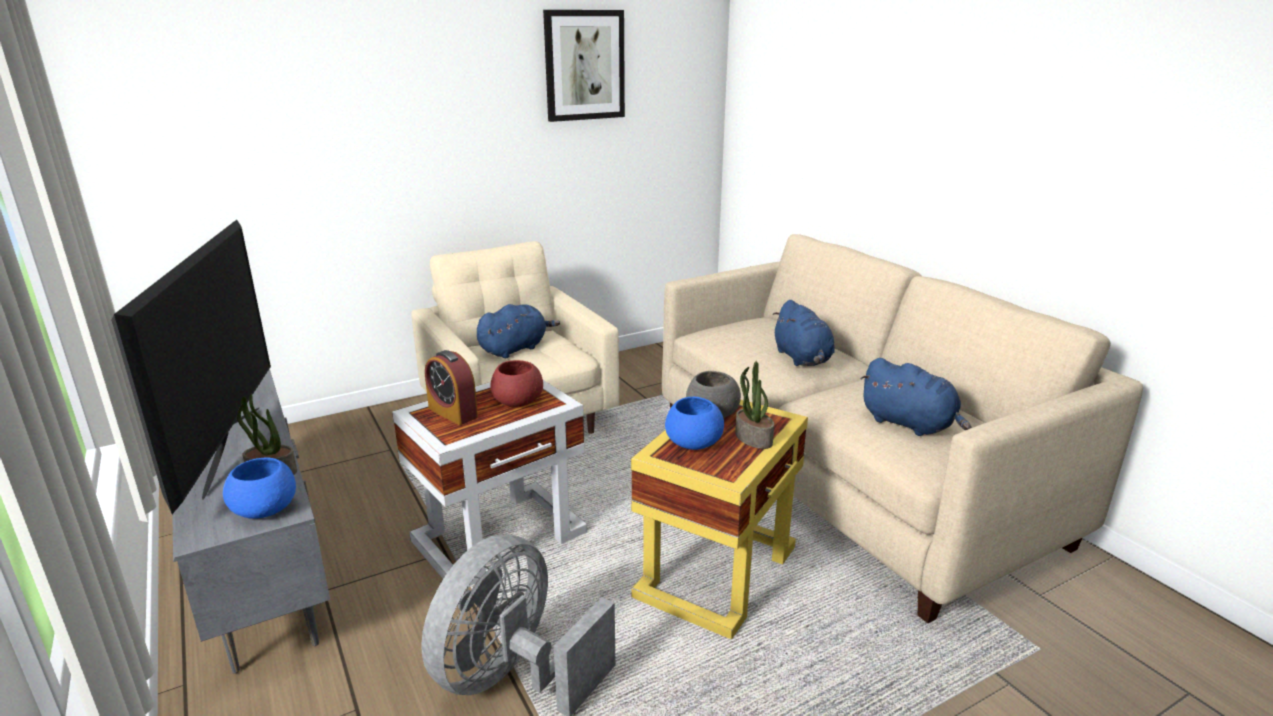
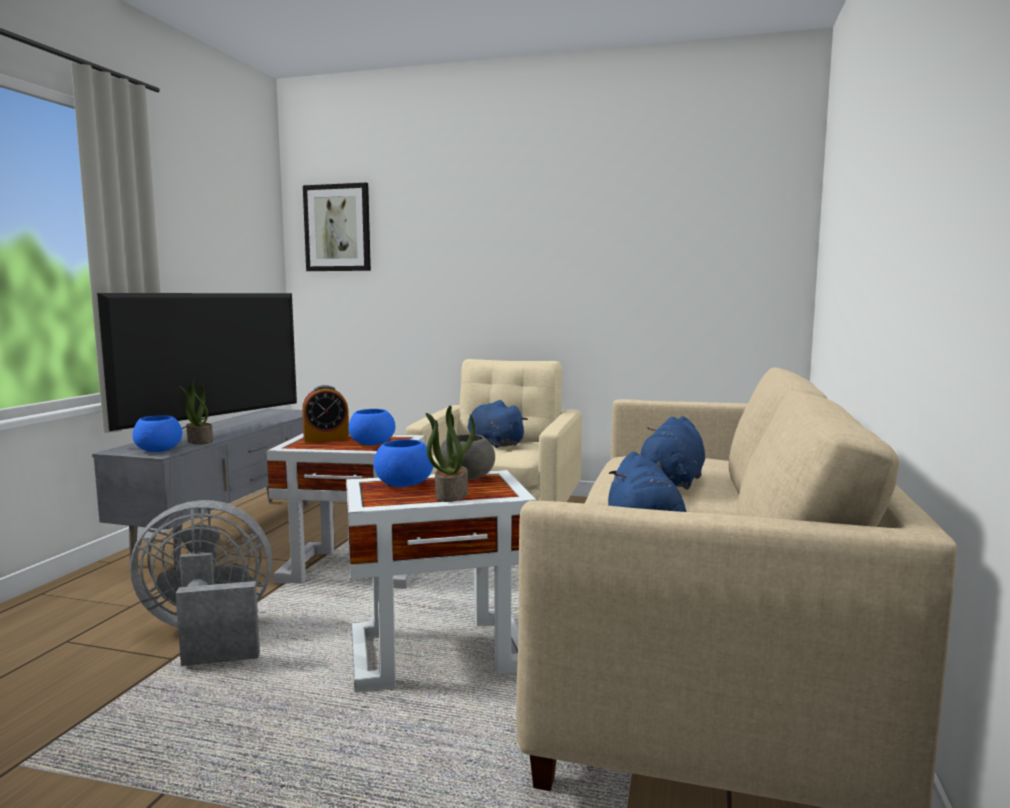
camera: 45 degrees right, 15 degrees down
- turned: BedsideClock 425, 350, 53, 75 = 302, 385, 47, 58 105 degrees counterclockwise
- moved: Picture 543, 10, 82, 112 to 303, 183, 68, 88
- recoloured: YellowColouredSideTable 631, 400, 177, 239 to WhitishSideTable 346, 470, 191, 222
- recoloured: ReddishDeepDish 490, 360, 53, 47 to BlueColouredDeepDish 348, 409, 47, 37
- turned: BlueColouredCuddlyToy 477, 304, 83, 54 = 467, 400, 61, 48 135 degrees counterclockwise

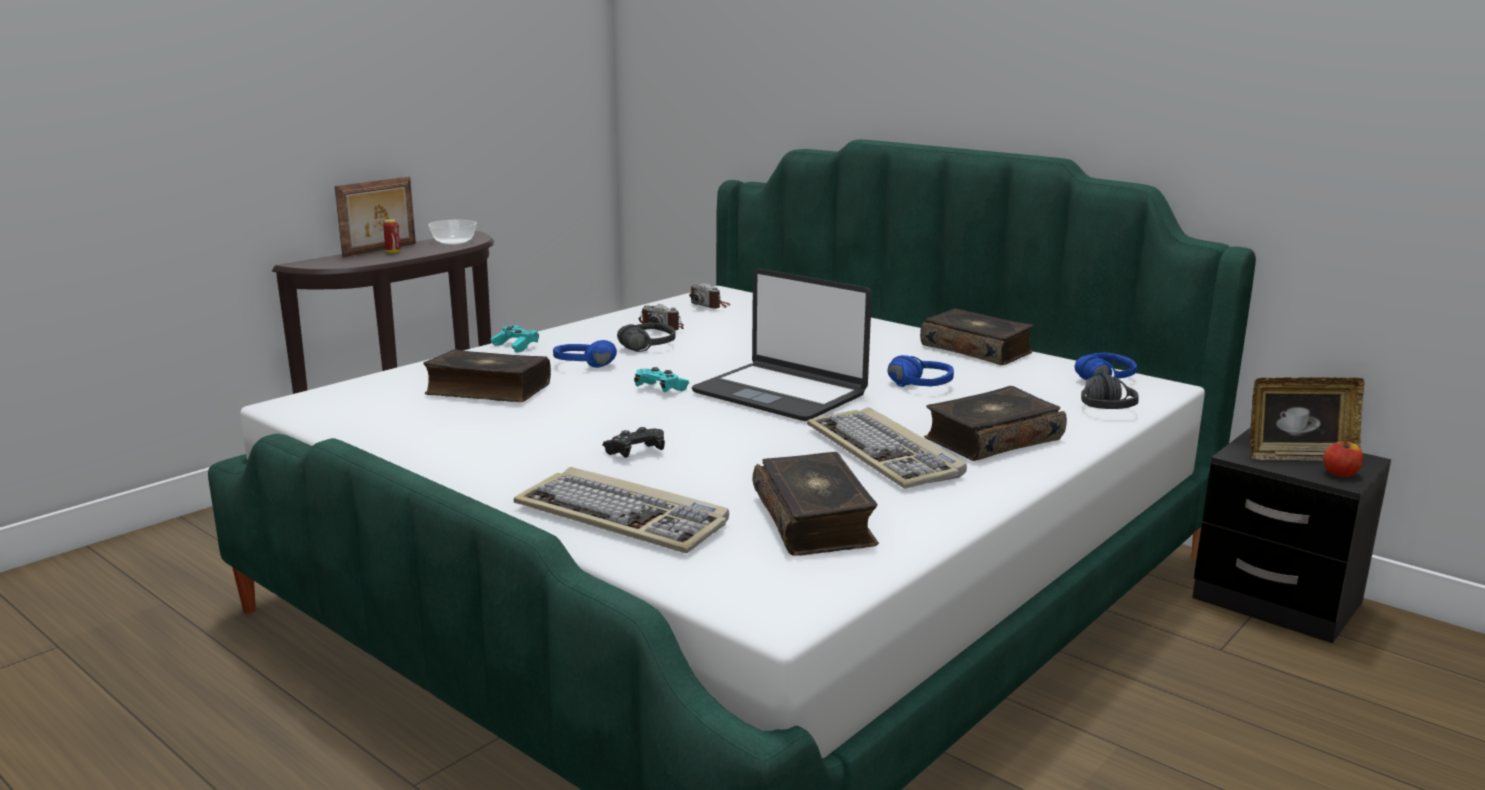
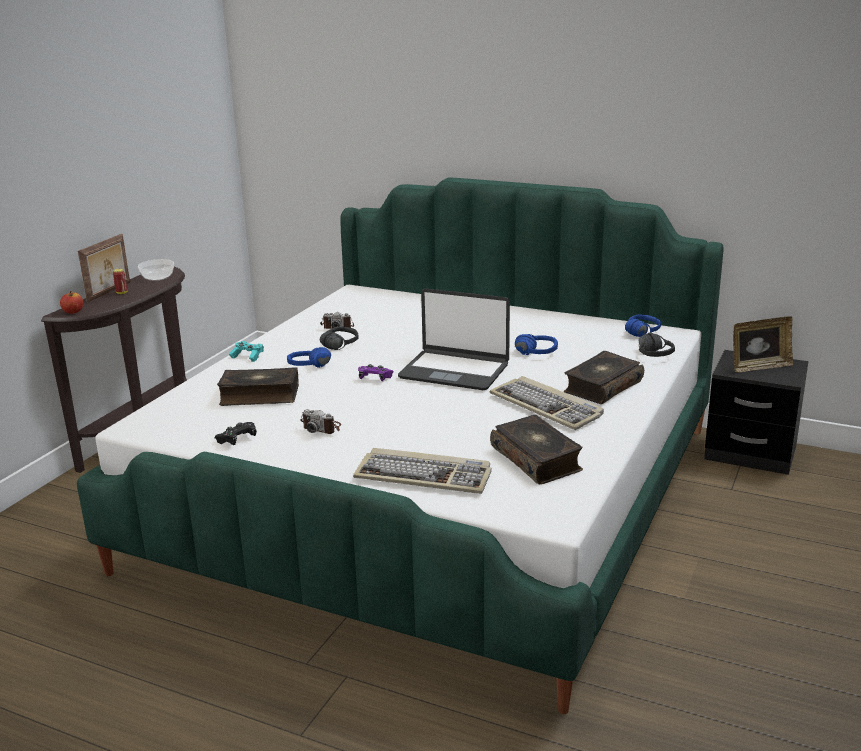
camera: 15 degrees left, 5 degrees up
- moved: AppleFruit 1323, 439, 40, 38 to 60, 291, 23, 23
- moved: BlackColouredGameController 602, 427, 63, 31 to 215, 422, 42, 23
- moved: StillCamera 689, 283, 42, 25 to 300, 409, 41, 25
- recoloured: TurquoiseGameController 634, 367, 55, 25 to PurpleGameController 358, 364, 35, 17
- removed: BoundBook 920, 308, 114, 57

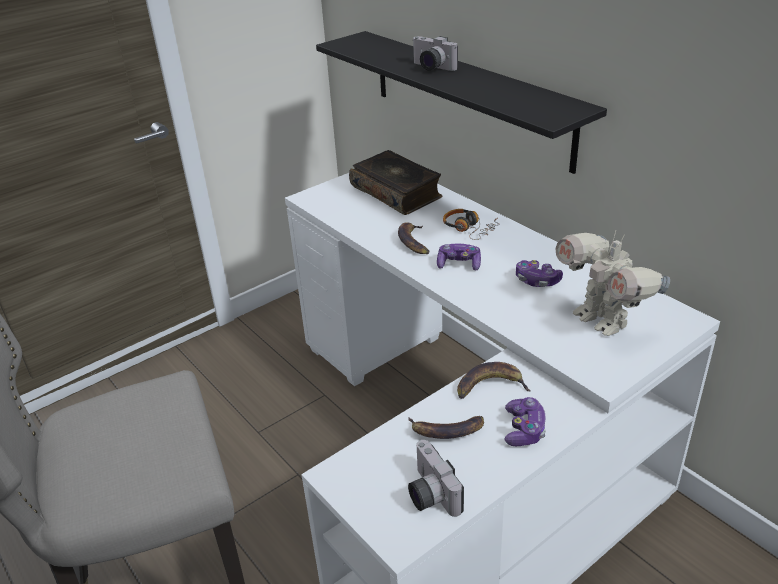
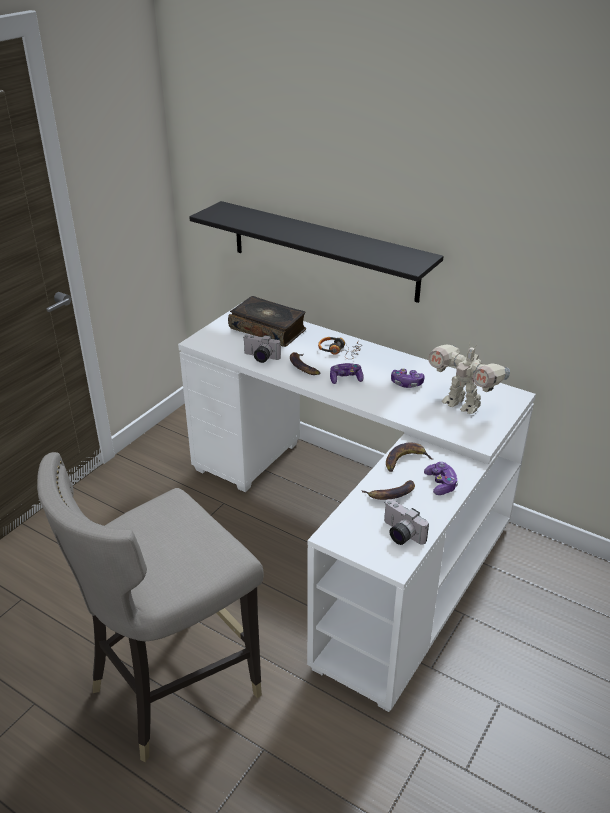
camera: 20 degrees left, 0 degrees up
- moved: StillCamera 412, 36, 46, 35 to 243, 334, 38, 29

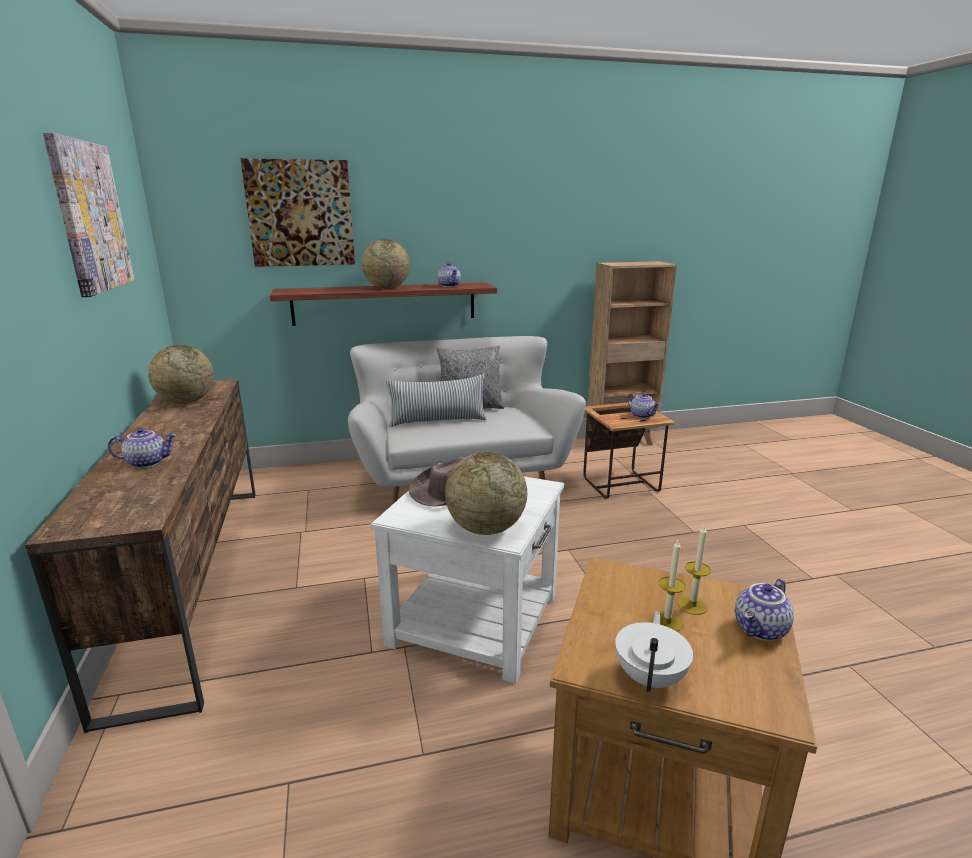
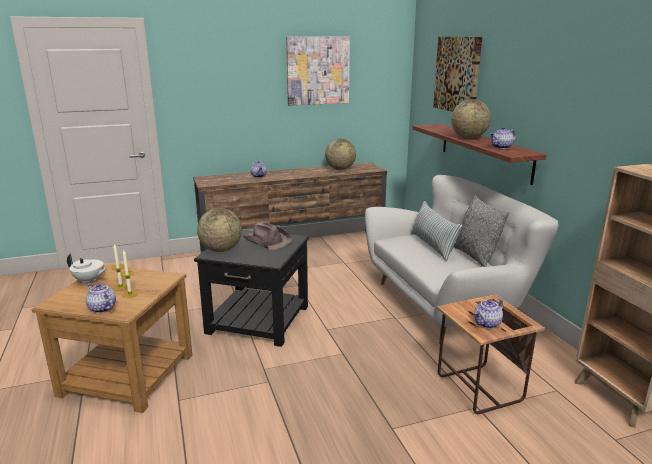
camera: 85 degrees right, 0 degrees up
- recoloured: WhitishSideTable 370, 463, 194, 221 to BlackColouredSideTable 194, 230, 115, 117

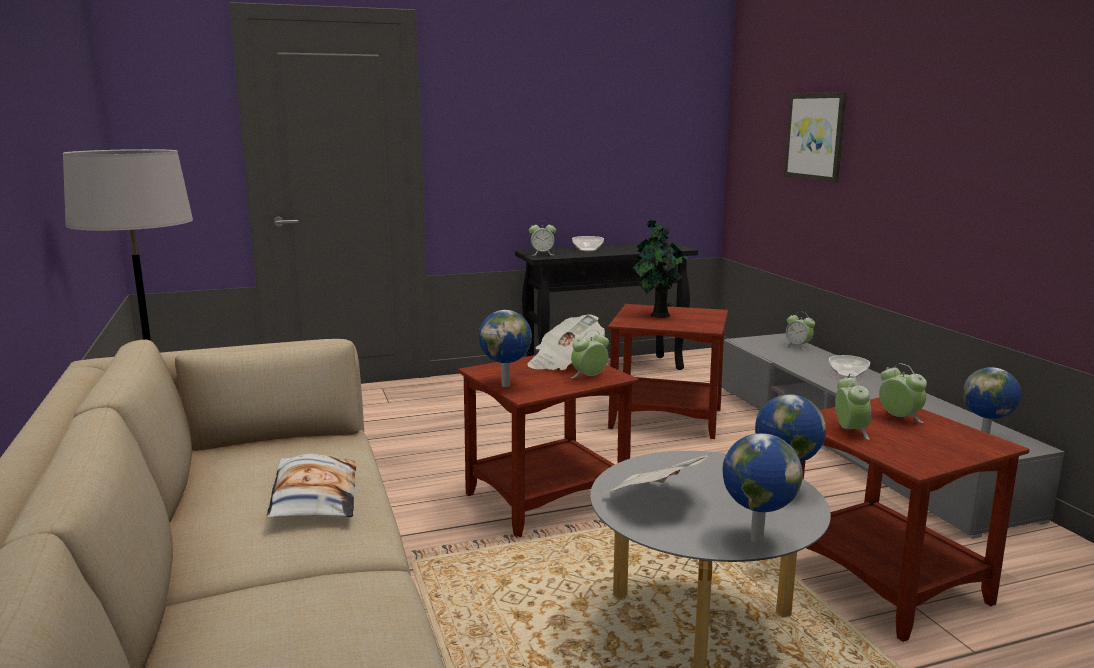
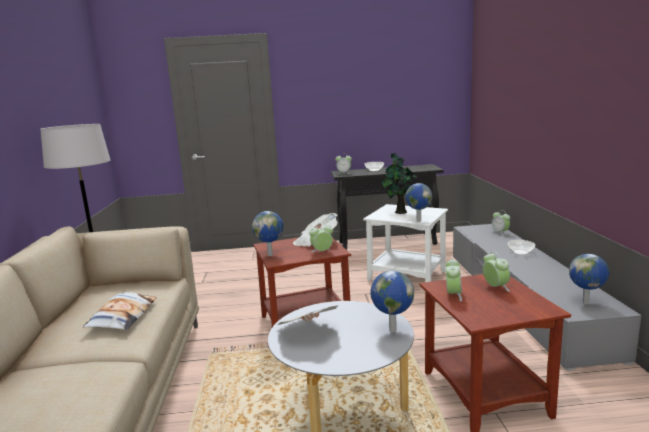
camera: 15 degrees right, 0 degrees up
- recoloured: BrownSideTable 608, 304, 120, 135 to WhitishSideTable 363, 204, 85, 78
- moved: DeskGlobe 722, 433, 81, 110 to 405, 183, 27, 39
- removed: Picture 784, 92, 63, 91

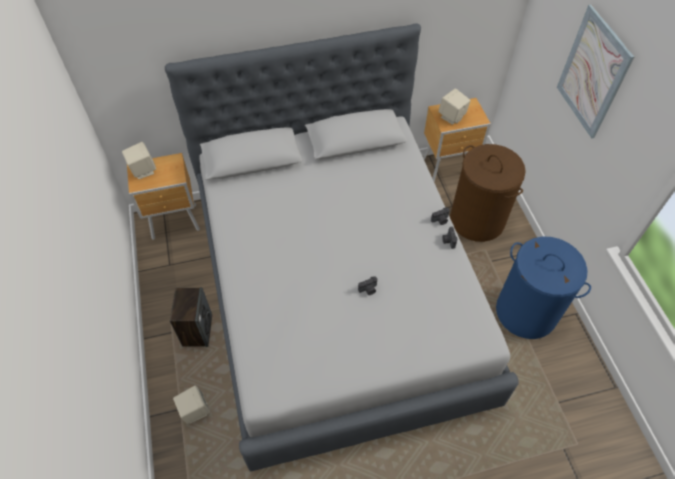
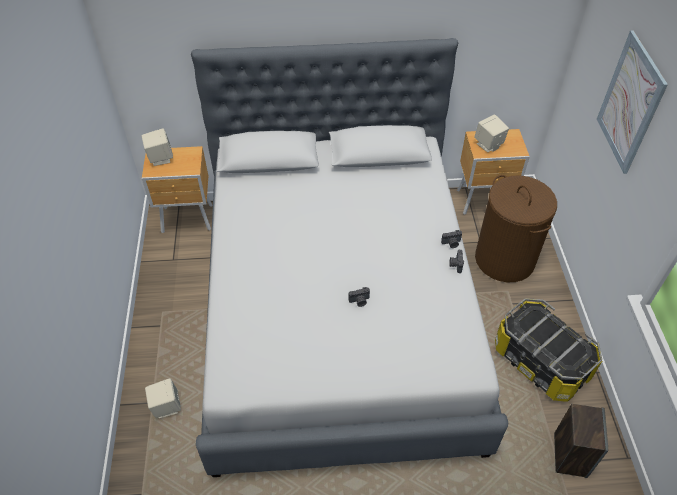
camera: 10 degrees right, 5 degrees down
- replaced: BlueColouredLaundryBasket 496, 237, 95, 102 to StorageBox 495, 298, 107, 104
- moved: AudioSpeaker 170, 287, 42, 60 to 554, 404, 54, 74

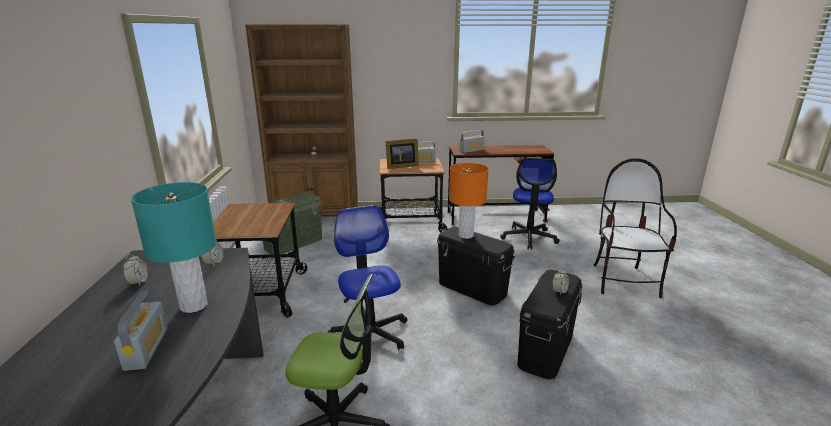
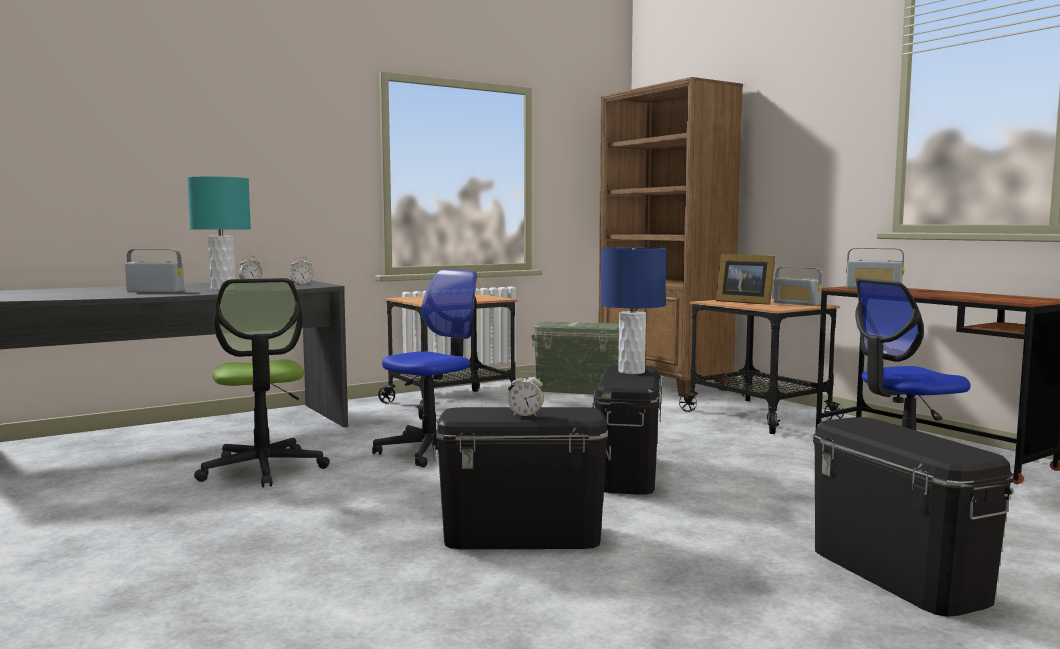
camera: 60 degrees right, 15 degrees down
- turned: RadioSet 114, 290, 54, 81 = 125, 249, 59, 43 135 degrees counterclockwise
- recoloured: OrangeColouredTableLamp 449, 163, 40, 76 to BlueColouredTableLamp 601, 247, 66, 127
- replaced: UprightChair 594, 158, 83, 140 to BlackColouredStorageBox 813, 417, 201, 200

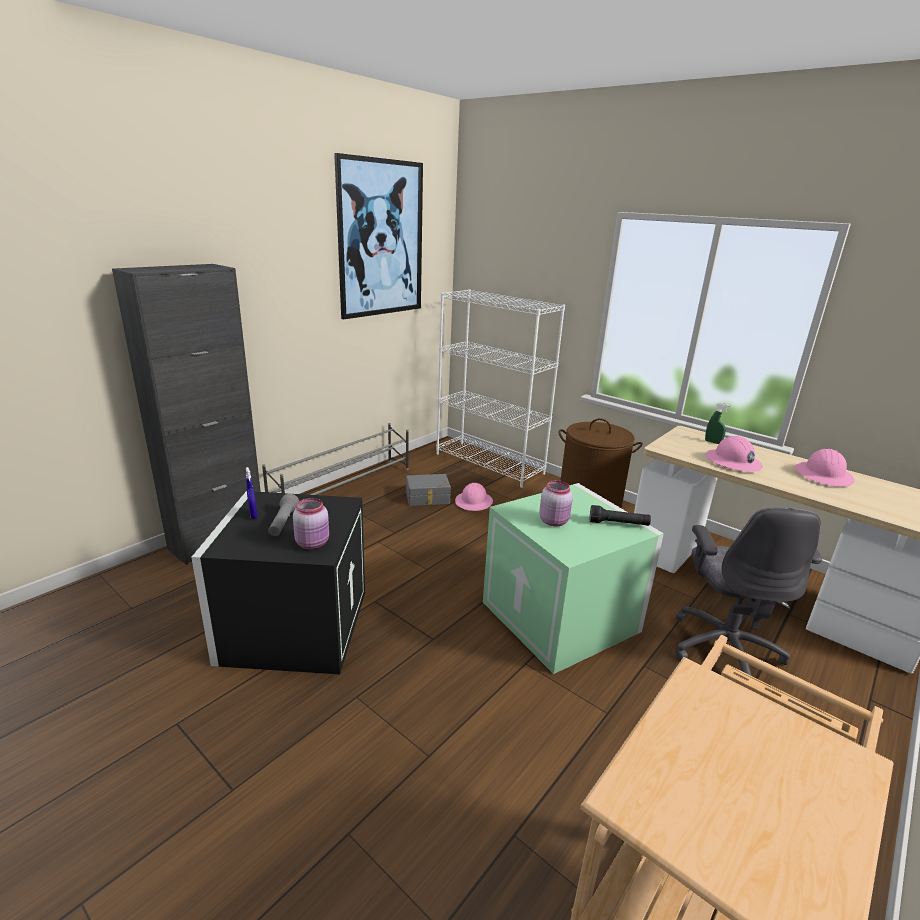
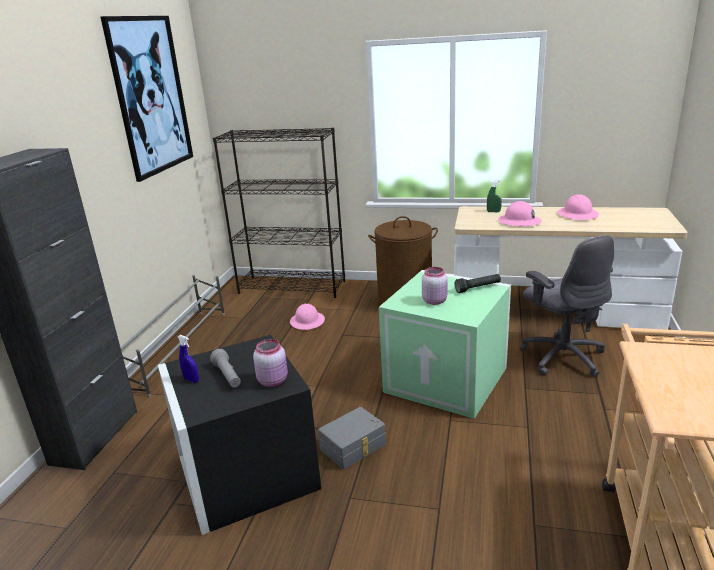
camera: 25 degrees left, 0 degrees up
- recoloured: WhitishBookshelf 436, 289, 129, 199 to BlackColouredBookshelf 213, 128, 132, 170
- moved: GreyishStorageBox 406, 474, 45, 32 to 318, 407, 68, 62

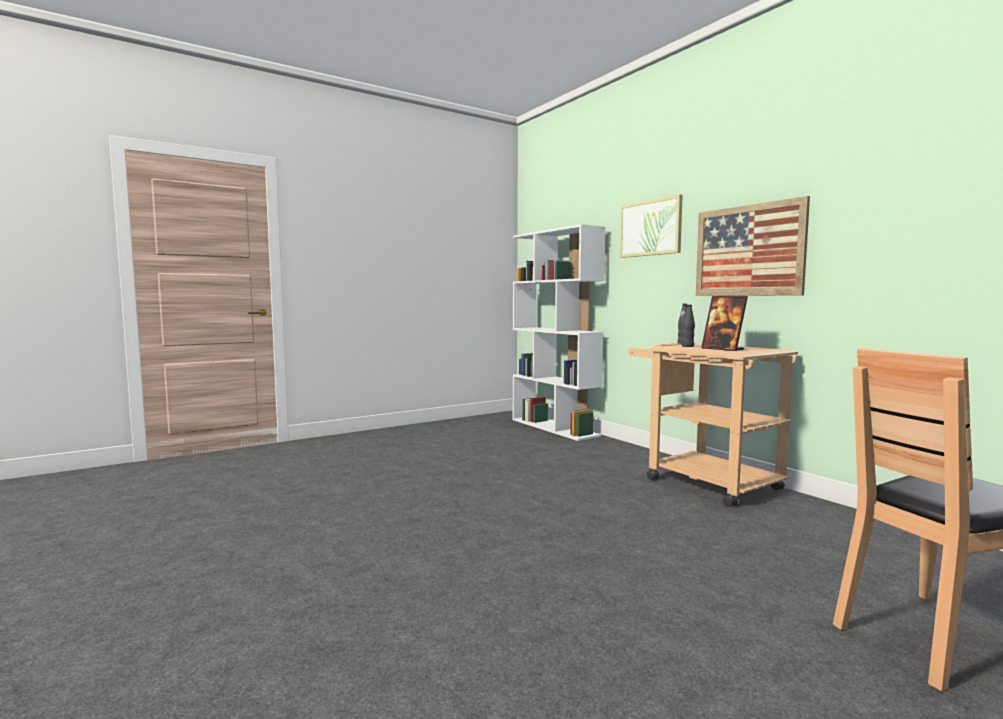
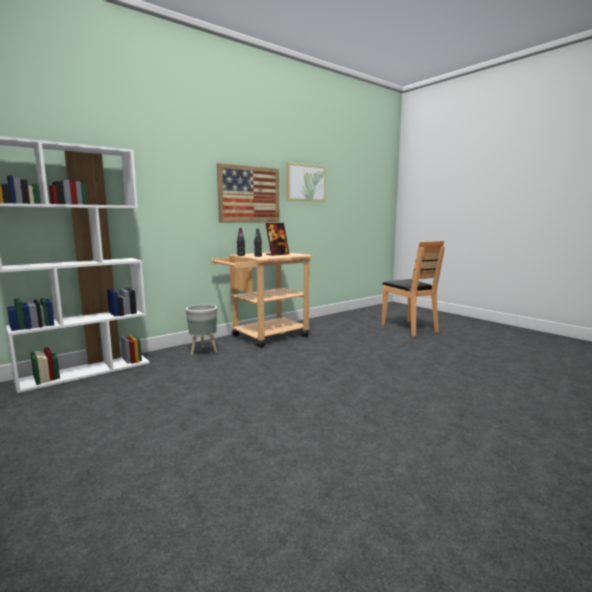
camera: 95 degrees left, 5 degrees up
- added: GreyishPlanter 186, 304, 31, 52
- moved: Picture 620, 195, 63, 63 to 286, 162, 40, 40

